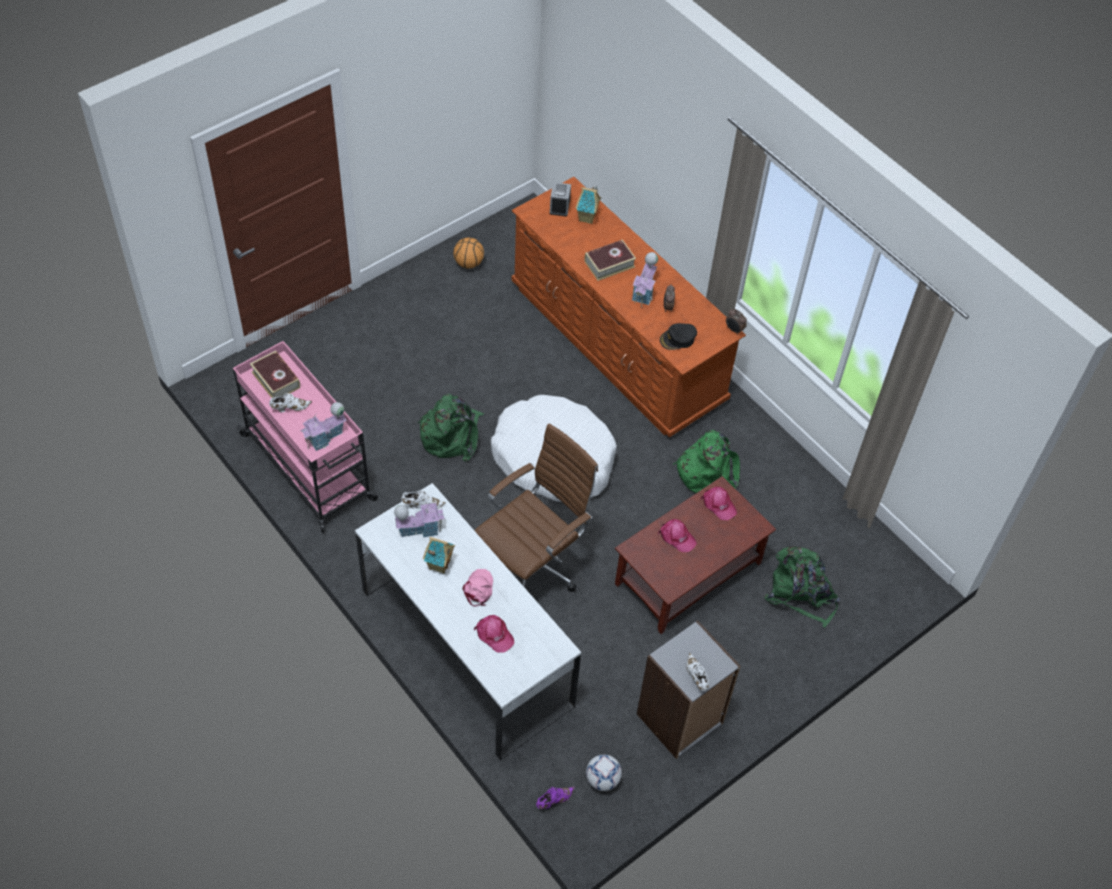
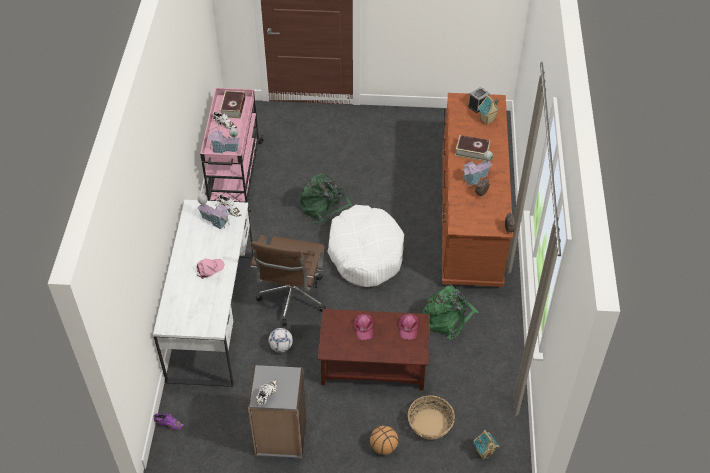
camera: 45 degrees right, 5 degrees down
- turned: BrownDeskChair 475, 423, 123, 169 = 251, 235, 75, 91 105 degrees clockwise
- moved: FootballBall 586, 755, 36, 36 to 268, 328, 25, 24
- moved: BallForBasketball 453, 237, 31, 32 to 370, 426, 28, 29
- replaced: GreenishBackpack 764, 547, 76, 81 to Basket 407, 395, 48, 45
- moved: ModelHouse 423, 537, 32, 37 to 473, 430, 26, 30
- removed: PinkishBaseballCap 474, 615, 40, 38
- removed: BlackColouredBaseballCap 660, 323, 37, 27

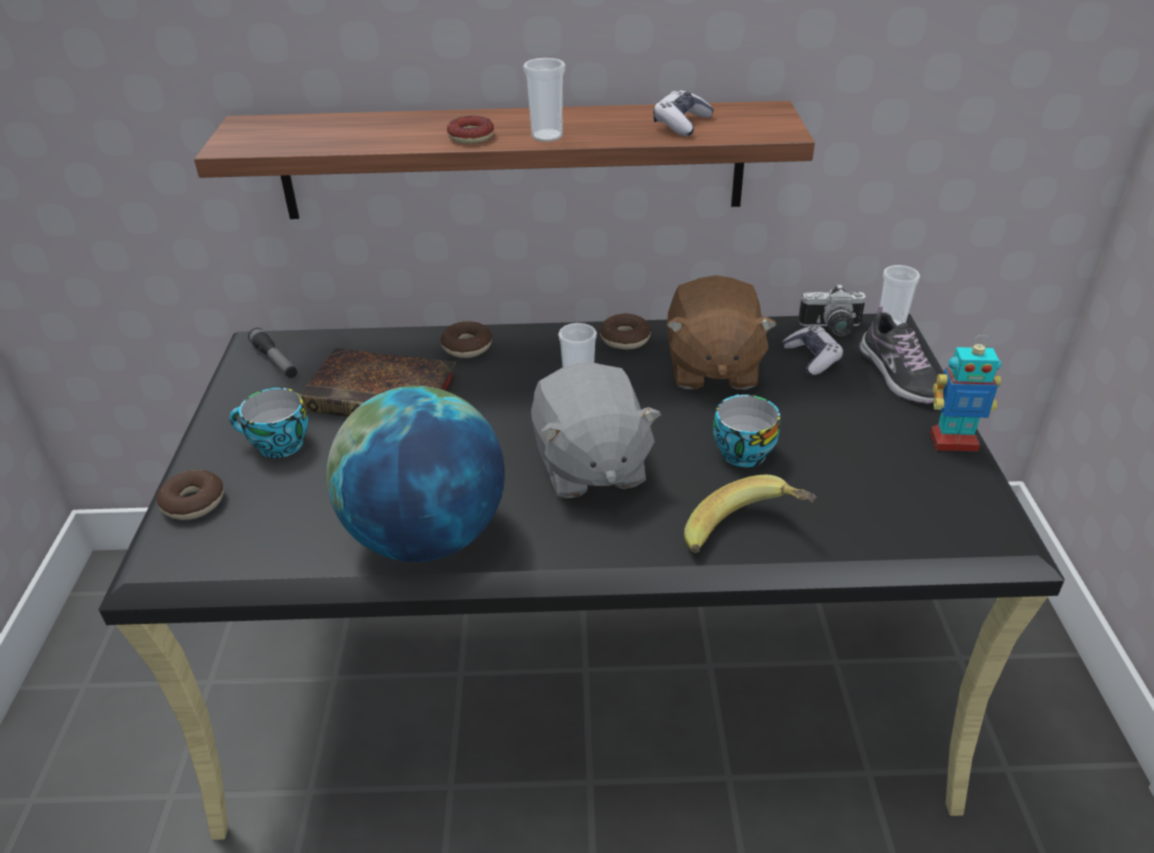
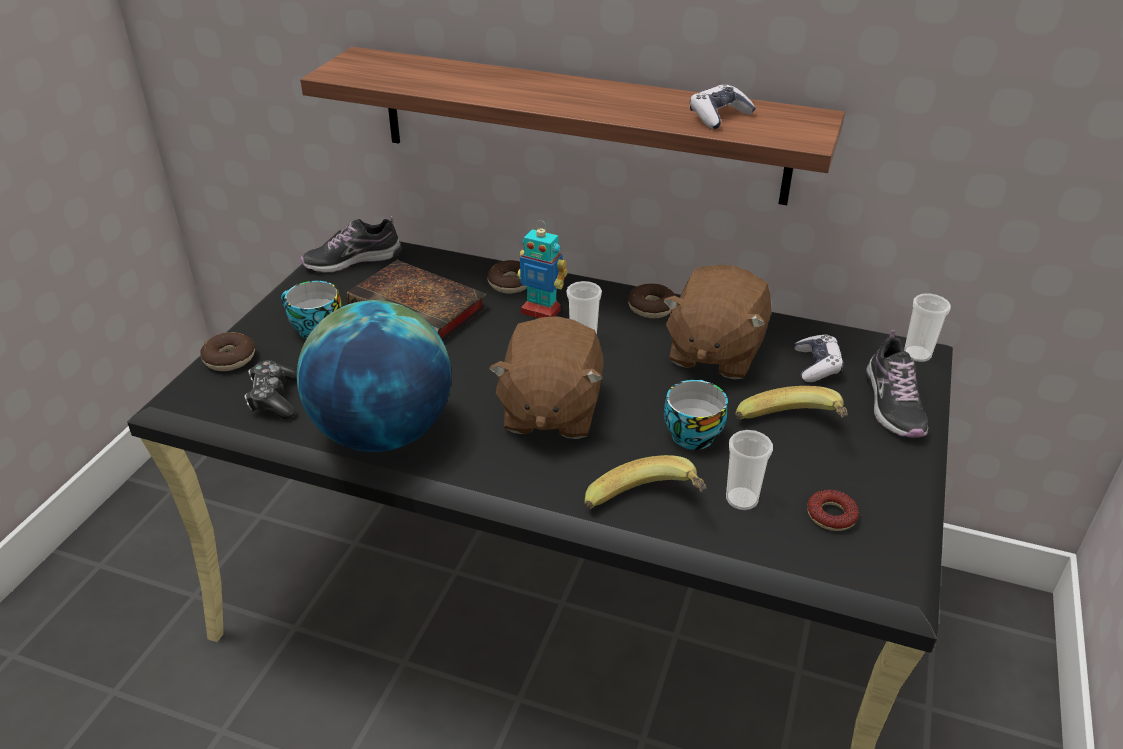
camera: 20 degrees right, 0 degrees up
- added: GameController 244, 360, 53, 59
- replaced: Flashlight 248, 328, 49, 50 to ItemOfFootwear 301, 216, 100, 57
- recoloured: GreyishCuddlyToy 531, 363, 130, 136 to BrownCuddlyToy 489, 316, 115, 123
- moved: RobotFigure 930, 335, 71, 117 to 517, 220, 51, 98
- moved: SmallCup 523, 58, 42, 84 to 726, 430, 47, 80
- added: WholeBanana 735, 386, 113, 34
- moved: Doughnut 447, 116, 47, 28 to 807, 489, 52, 42
- removed: StillCamera 798, 284, 68, 52

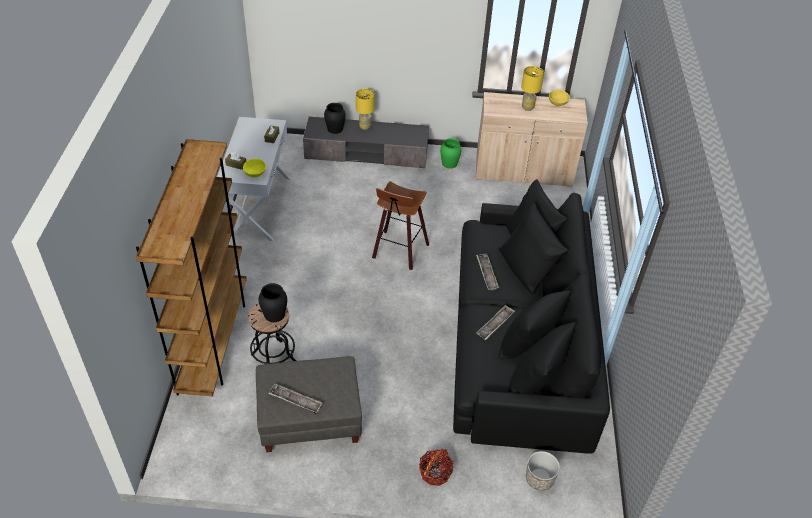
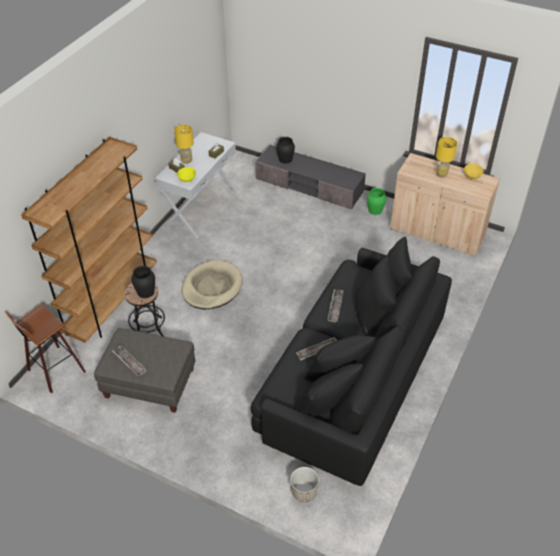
camera: 25 degrees right, 0 degrees up
- moved: SittingStool 372, 181, 57, 89 to 5, 304, 81, 89
- moved: YellowColouredTableLamp 356, 89, 19, 41 to 174, 125, 20, 39
- added: BeigeDogCushion 181, 260, 62, 50
- removed: Basket 419, 449, 34, 37

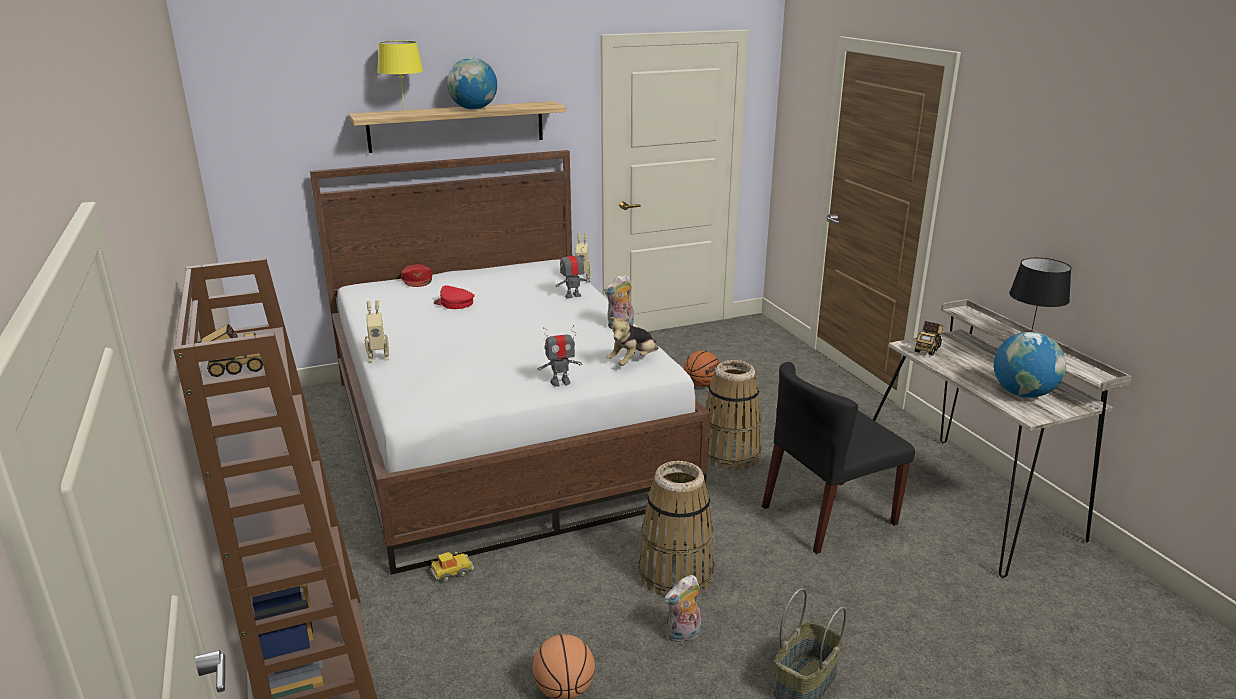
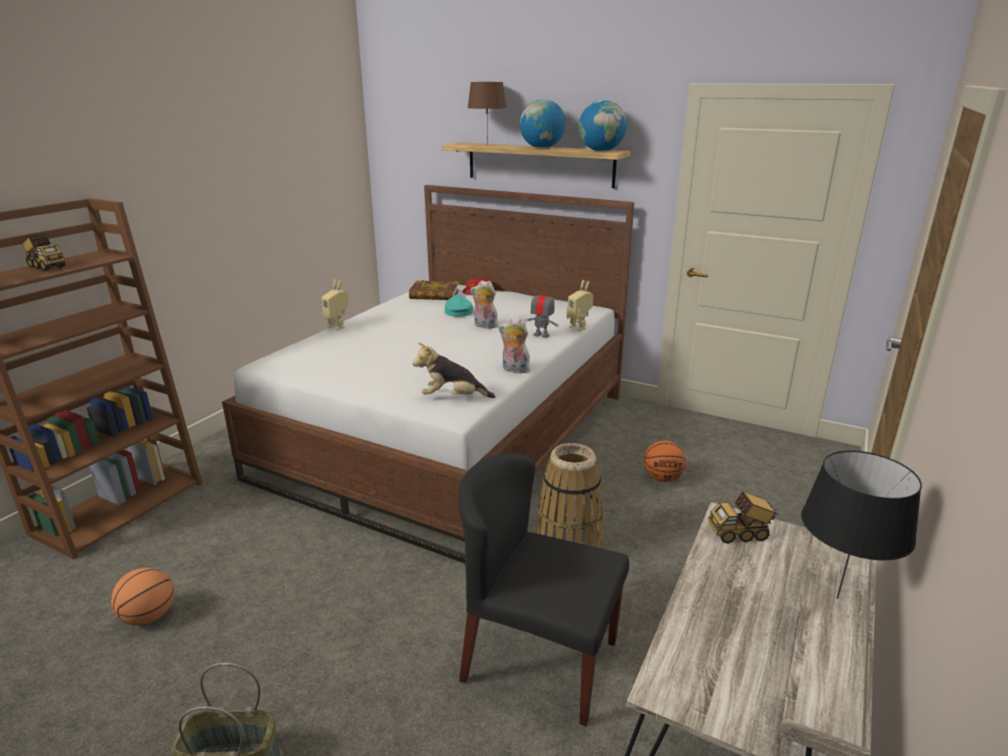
camera: 50 degrees right, 0 degrees up
- added: BoundBook 409, 280, 50, 20
- recoloured: ReddishBaseballCap 434, 285, 41, 24 to TurquoiseBaseballCap 445, 295, 28, 22
- recoloured: YellowColouredTableLamp 377, 41, 46, 72 to BrownTableLamp 468, 82, 38, 64
- moved: CuddlyToy 664, 575, 37, 69 to 470, 280, 28, 49
- moved: DeskGlobe 994, 332, 72, 66 to 579, 100, 48, 51
- removed: ModelCar 430, 552, 44, 31
- removed: RobotFigure 537, 325, 45, 62
- removed: Basket 638, 461, 76, 135

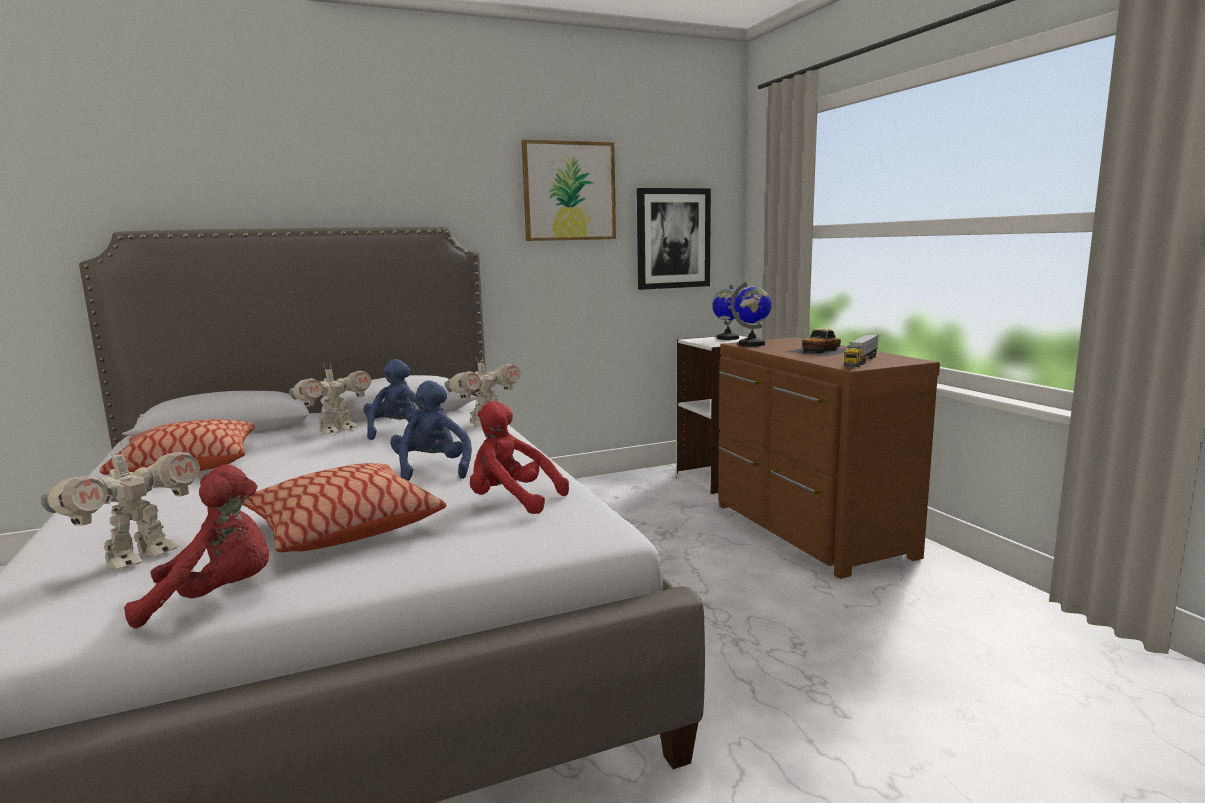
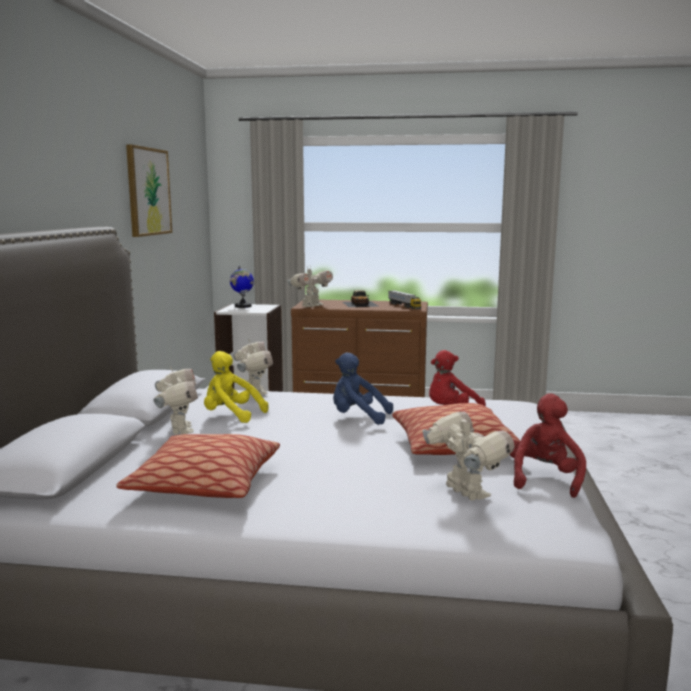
camera: 60 degrees left, 0 degrees up
- recoloured: BlueColouredCuddlyToy 364, 359, 59, 81 to YellowColouredCuddlyToy 204, 351, 64, 72
- replaced: DeskGlobe 731, 282, 40, 64 to RobotFigure 288, 267, 45, 40
- removed: Picture 637, 188, 74, 102

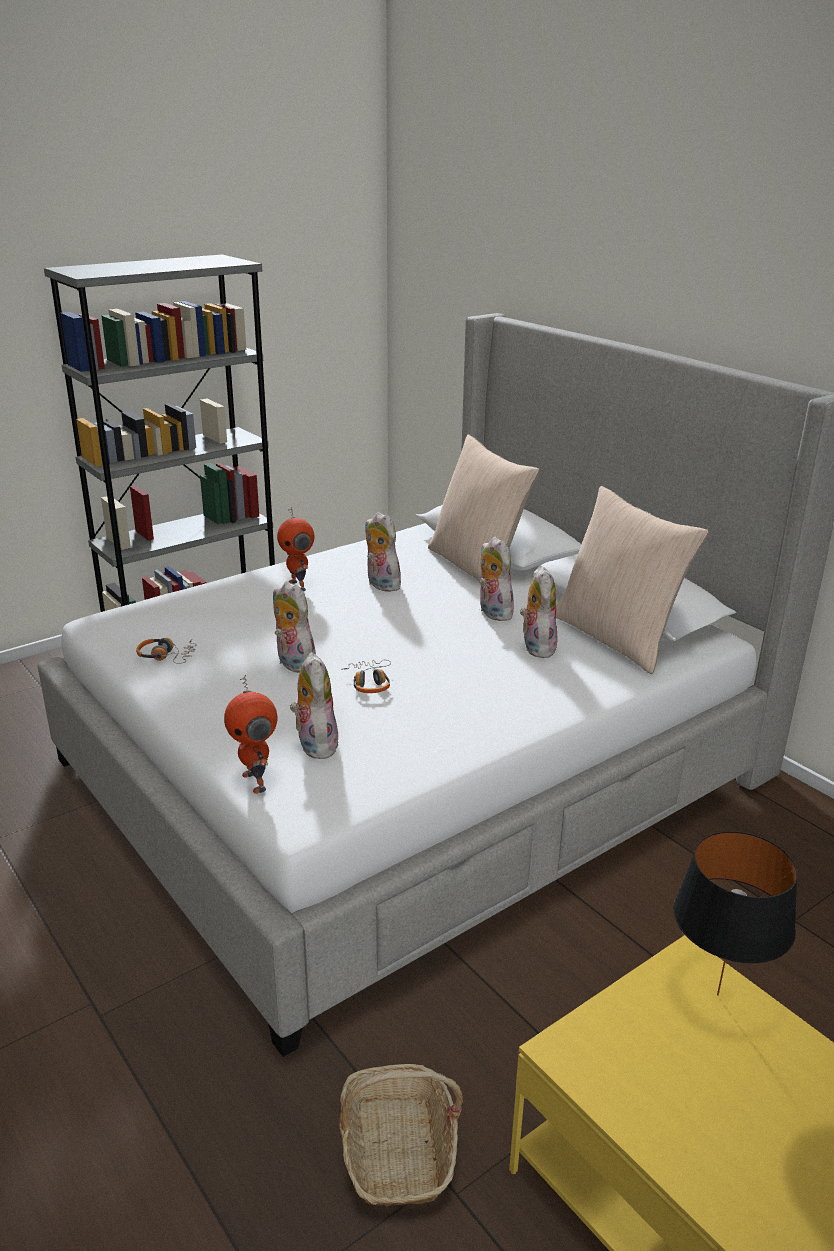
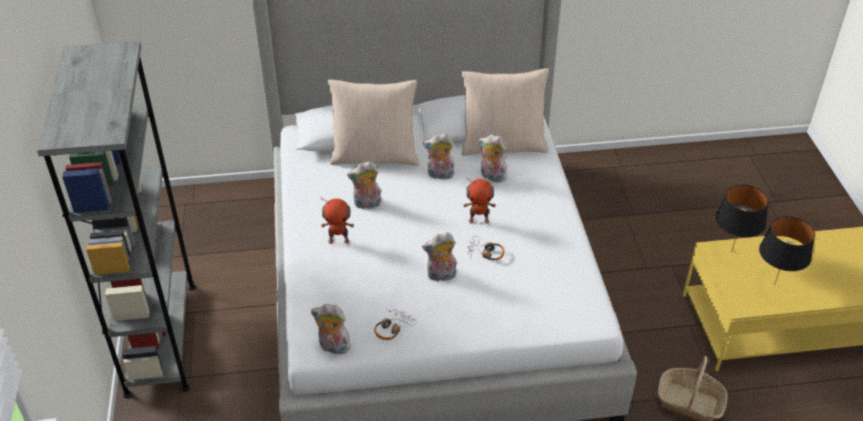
camera: 60 degrees left, 15 degrees up
- moved: CuddlyToy 290, 652, 49, 107 to 311, 304, 40, 51
- moved: RobotFigure 224, 675, 54, 119 to 463, 178, 33, 46
- added: BlackColouredTableLamp 759, 216, 56, 69

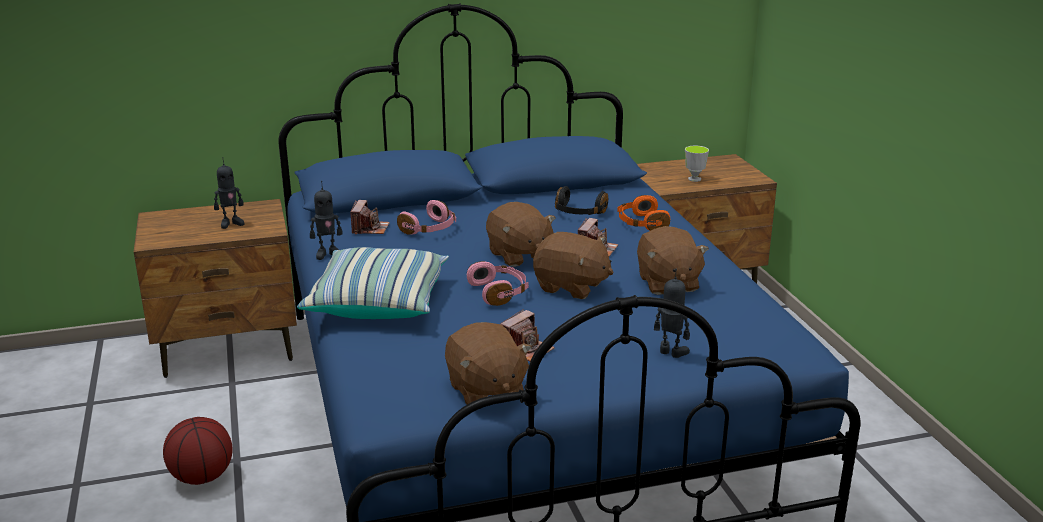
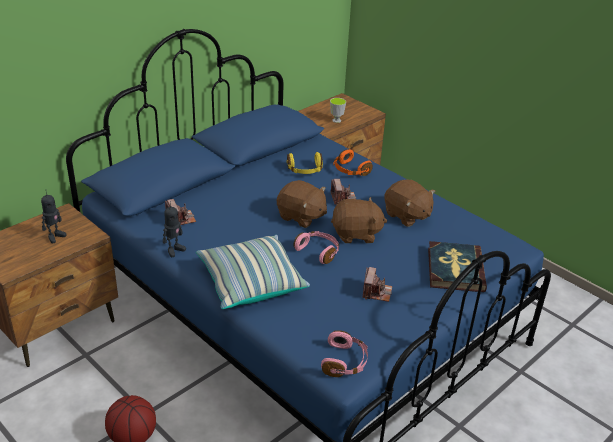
camera: 30 degrees left, 10 degrees up
- recoloured: BlackColouredHeadphones 555, 186, 53, 29 to YellowColouredHeadphones 286, 152, 37, 22
- moved: PinkishHeadphones 397, 200, 59, 34 to 321, 330, 47, 47
- replaced: RobotFigure 654, 268, 36, 90 to BoundBook 428, 241, 59, 51
- removed: BrownCuddlyToy 445, 322, 87, 83

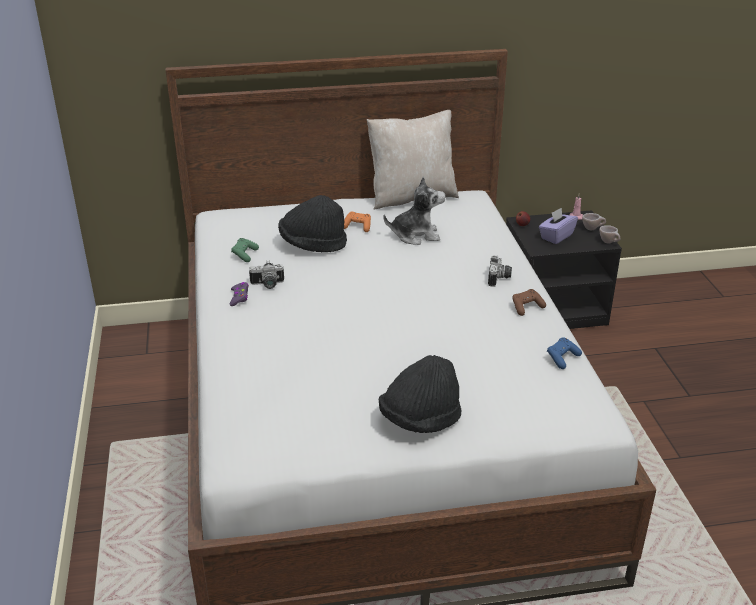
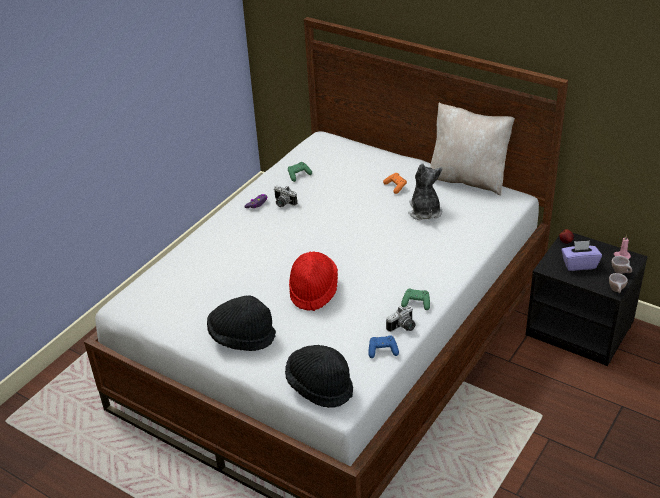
camera: 45 degrees right, 5 degrees up
- moved: BlackColouredClothingHat 278, 195, 69, 57 to 285, 345, 68, 63
- added: ReddishClothingHat 289, 252, 49, 59
- moved: StillCamera 488, 255, 24, 32 to 386, 305, 29, 27
- recoloured: BrownGameController 512, 289, 34, 27 to GreenishGameController 401, 288, 29, 22
- turned: CuddlyToy 383, 176, 63, 69 = 408, 163, 34, 57 135 degrees counterclockwise

